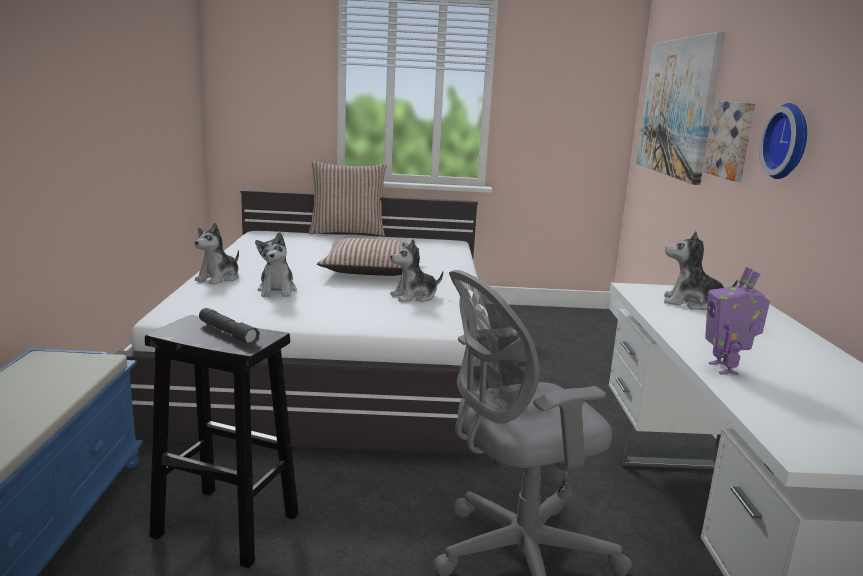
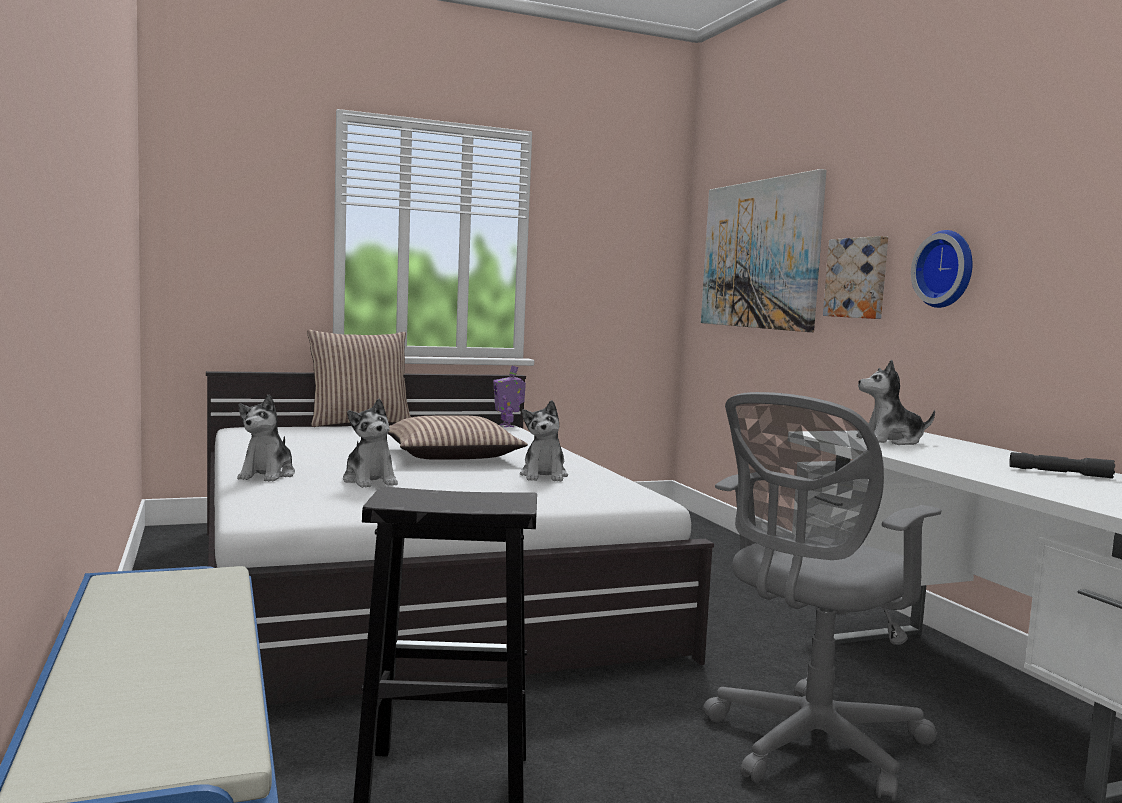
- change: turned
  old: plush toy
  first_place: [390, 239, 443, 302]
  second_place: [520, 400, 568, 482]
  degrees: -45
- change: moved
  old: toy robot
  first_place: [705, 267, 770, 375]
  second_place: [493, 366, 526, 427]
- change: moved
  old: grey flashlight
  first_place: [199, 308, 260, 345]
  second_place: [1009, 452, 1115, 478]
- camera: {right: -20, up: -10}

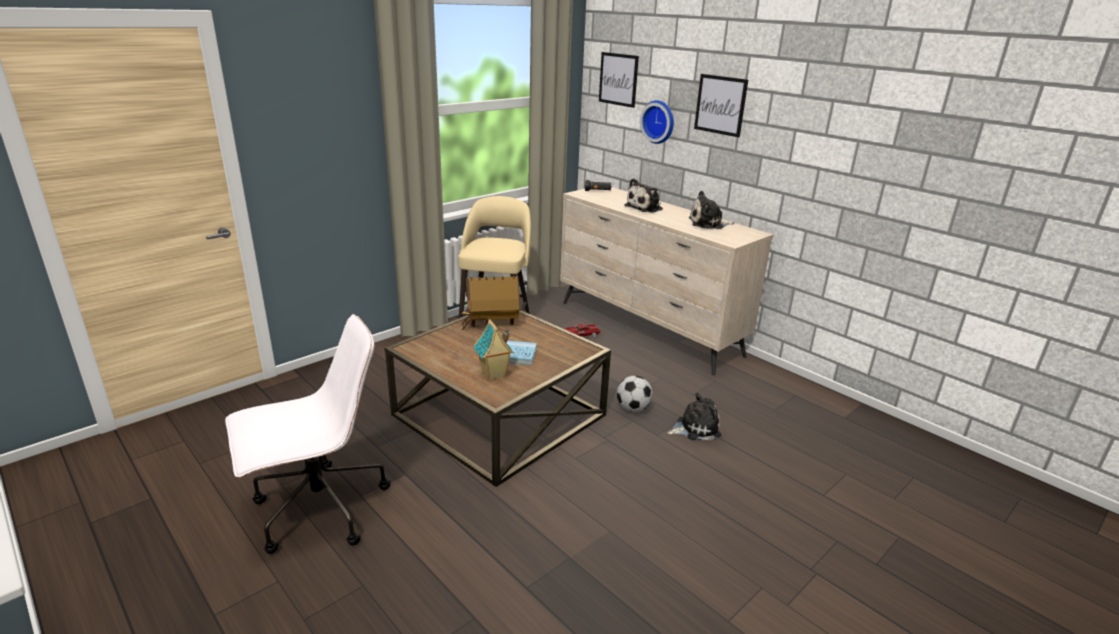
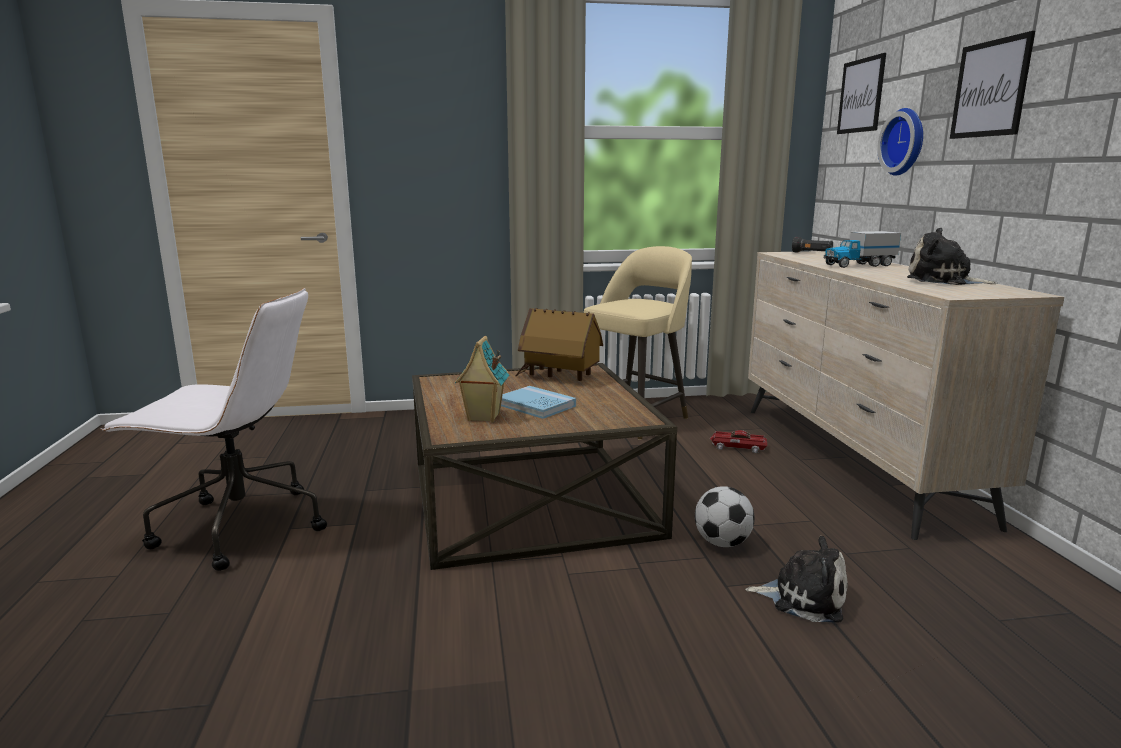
- change: replaced
  old: plush toy
  new: toy truck
  first_place: [624, 178, 663, 213]
  second_place: [824, 231, 901, 268]
- camera: {right: 35, up: -10}

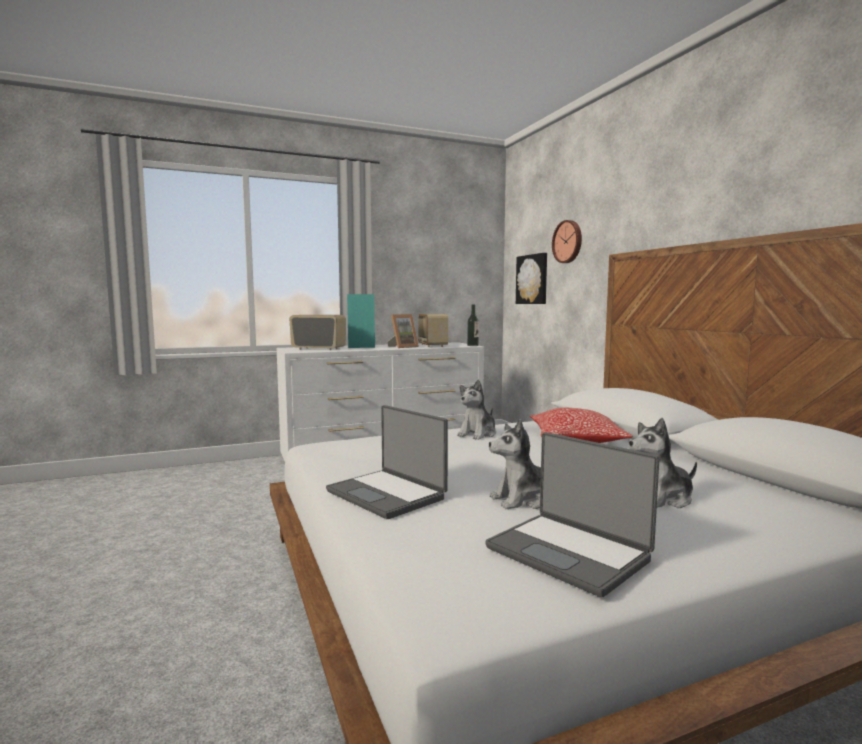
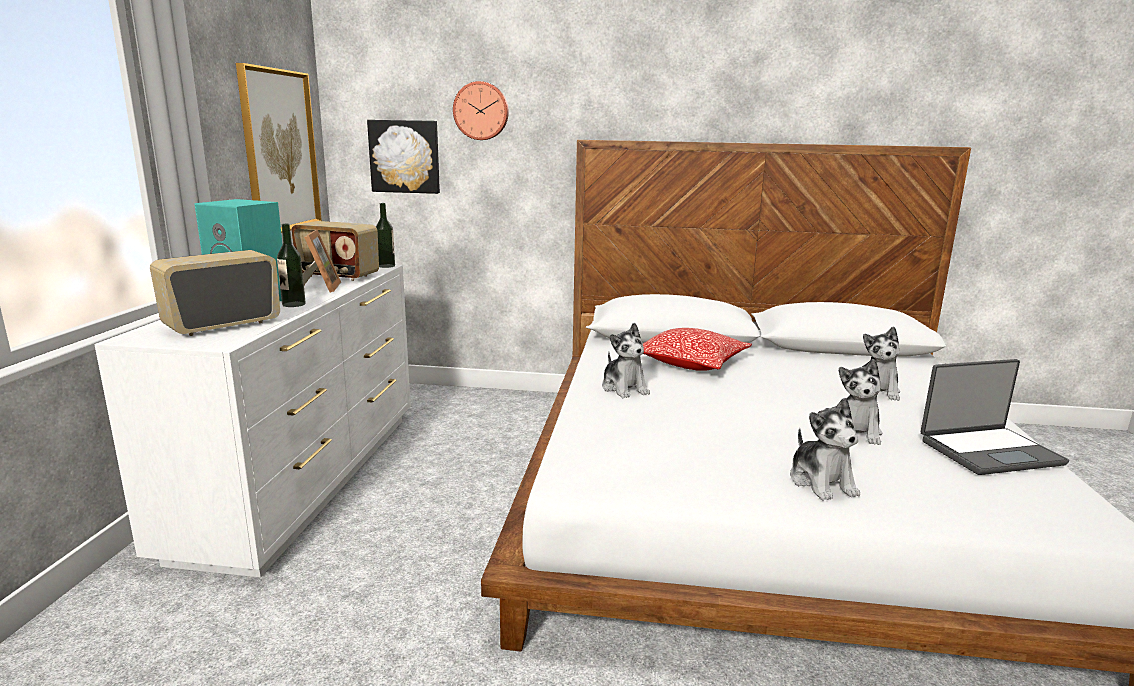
- change: replaced
  old: laptop
  new: plush toy
  first_place: [326, 405, 448, 519]
  second_place: [790, 398, 860, 500]
- change: added
  new: picture
  second_place: [236, 63, 322, 233]
- change: added
  new: bottle
  second_place: [277, 224, 306, 307]
- camera: {right: -60, up: 10}

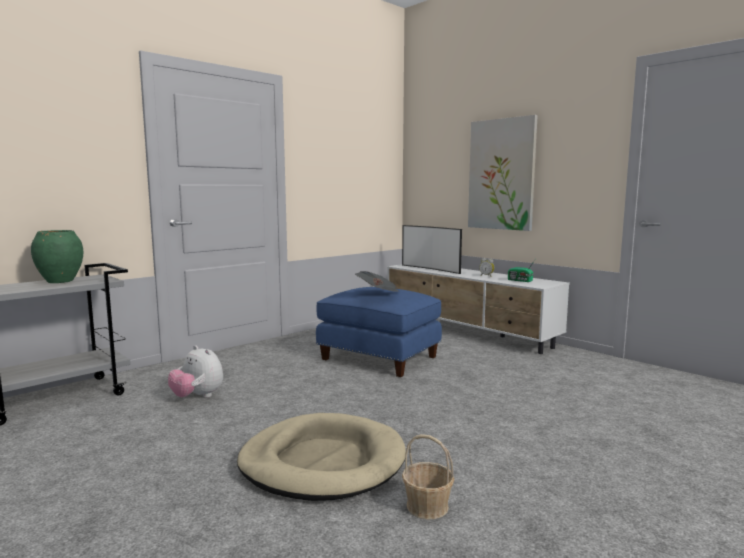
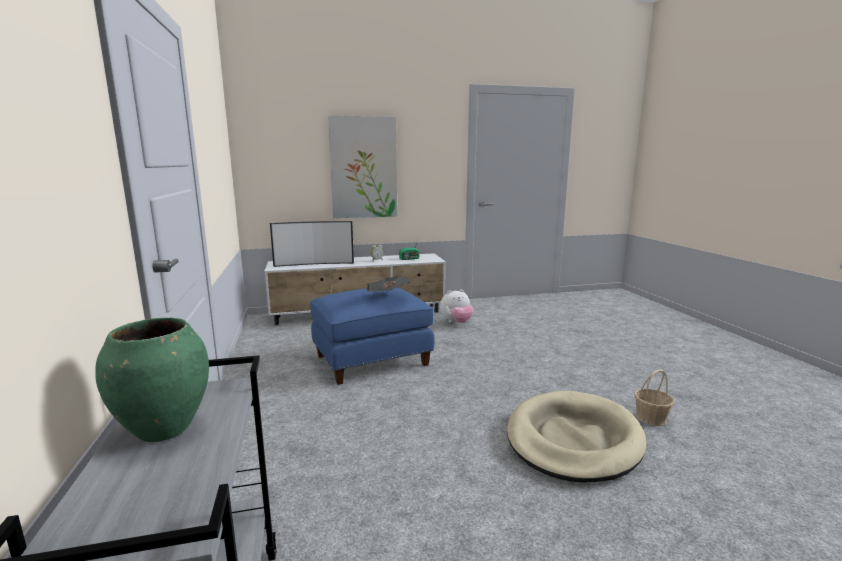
- change: moved
  old: plush toy
  first_place: [168, 345, 223, 398]
  second_place: [440, 289, 473, 323]
- camera: {right: -60, up: 5}

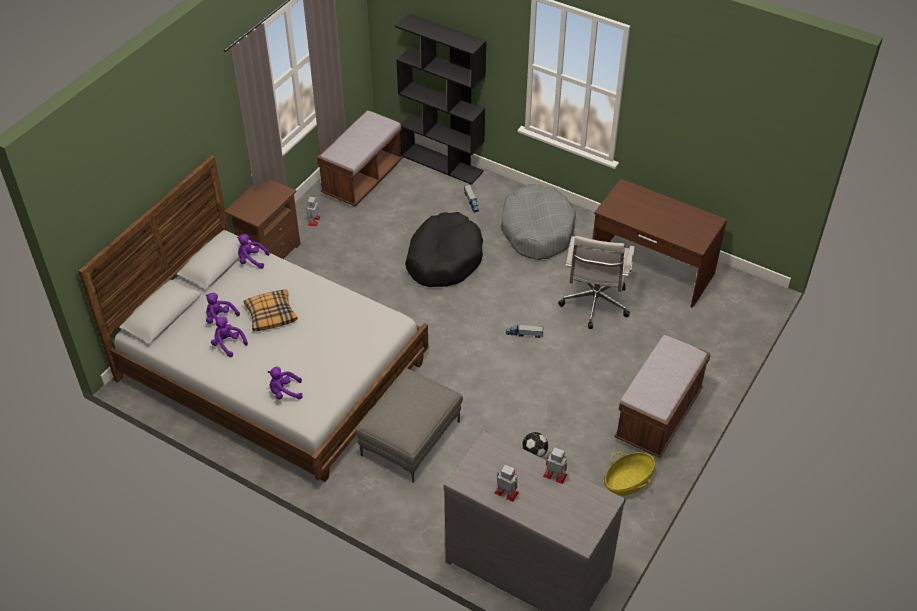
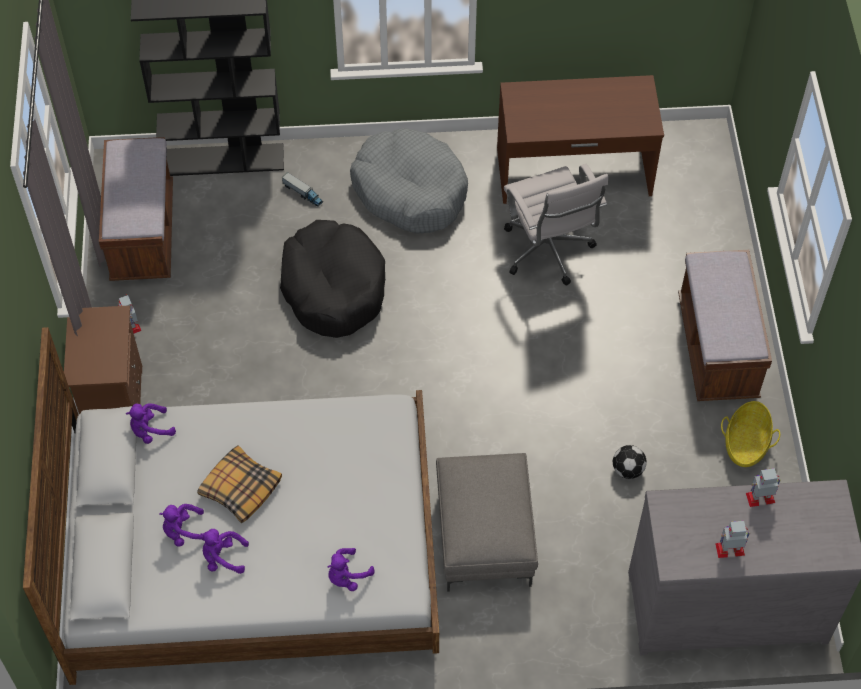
- change: removed
  old: toy truck
  first_place: [506, 325, 544, 338]
- camera: {right: -35, up: 10}

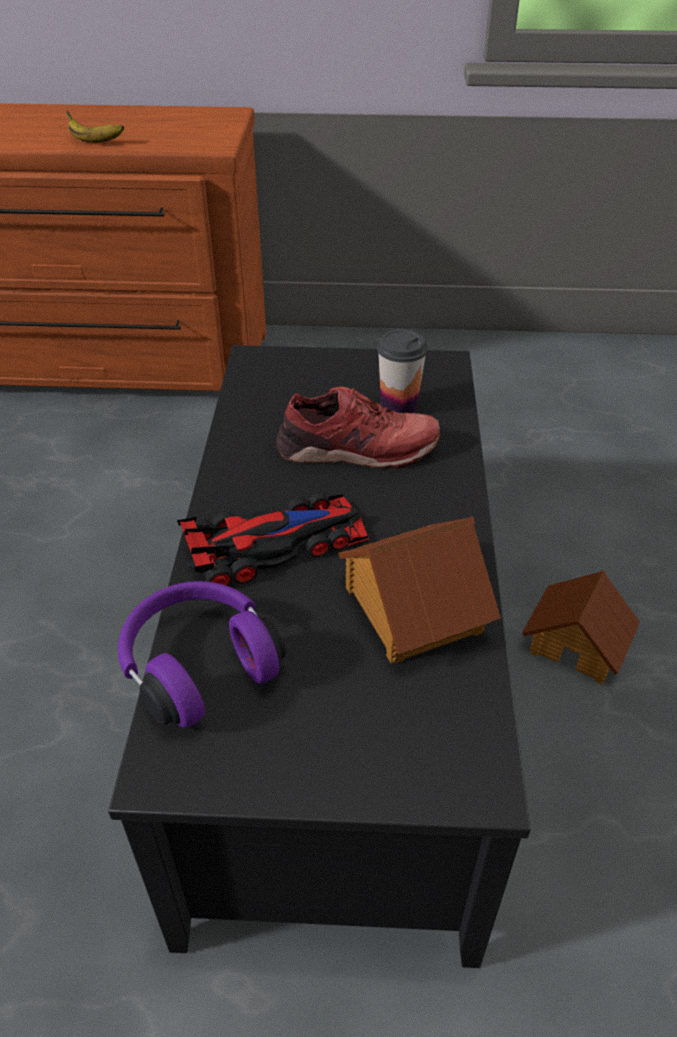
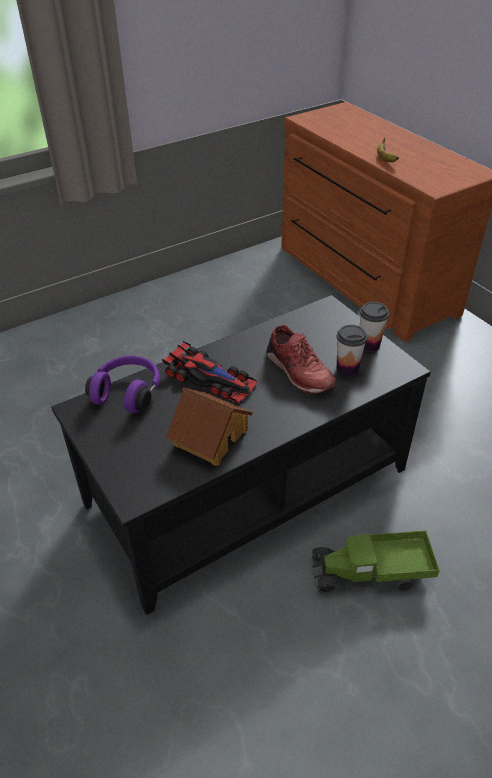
- change: replaced
  old: toy house
  new: toy truck
  first_place: [522, 570, 640, 684]
  second_place: [310, 530, 440, 593]
- change: added
  new: cup
  second_place: [360, 302, 389, 352]
- camera: {right: 55, up: 0}

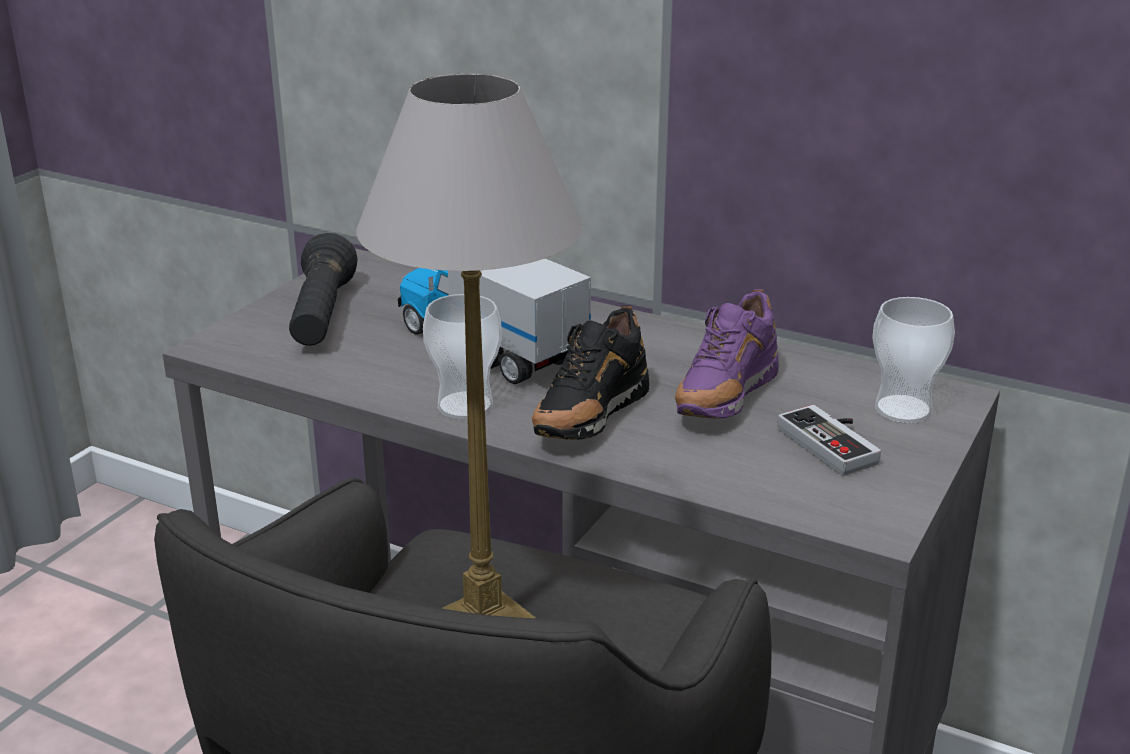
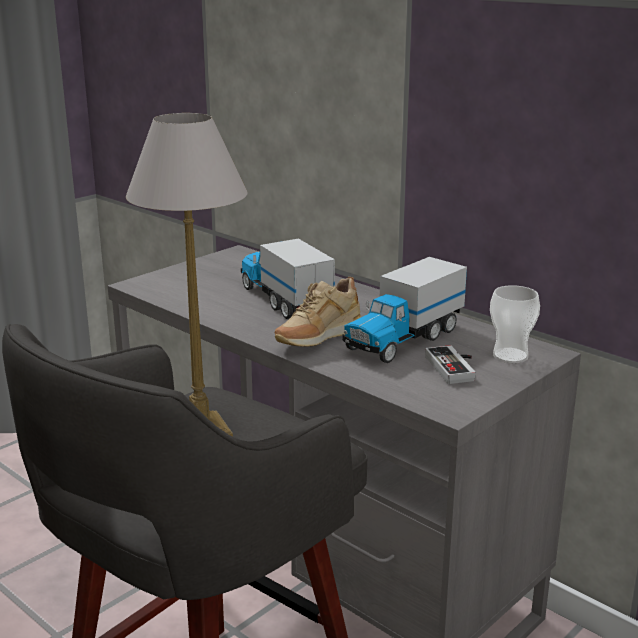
- change: removed
  old: black flashlight
  first_place: [289, 233, 358, 346]
- change: replaced
  old: purple shoe
  new: toy truck
  first_place: [675, 289, 779, 419]
  second_place: [342, 257, 467, 363]
- change: removed
  old: cup
  first_place: [423, 294, 502, 419]
- change: recoloured
  old: black shoe
  new: beige shoe
  first_place: [532, 305, 649, 440]
  second_place: [275, 277, 361, 347]
- camera: {right: 15, up: -5}

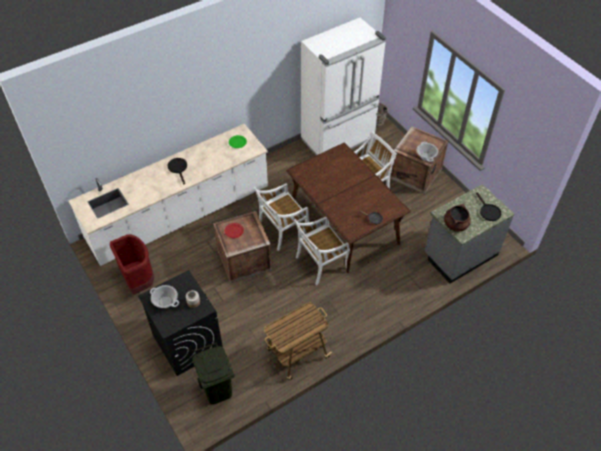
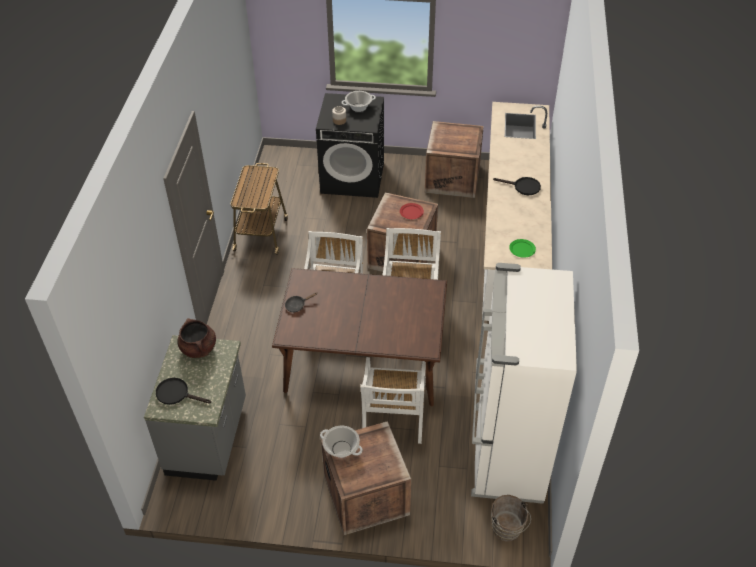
- change: replaced
  old: red trash can
  new: crate
  first_place: [110, 234, 154, 294]
  second_place: [425, 121, 484, 198]
- change: removed
  old: green trash can
  first_place: [192, 342, 235, 405]
- camera: {right: 130, up: -5}

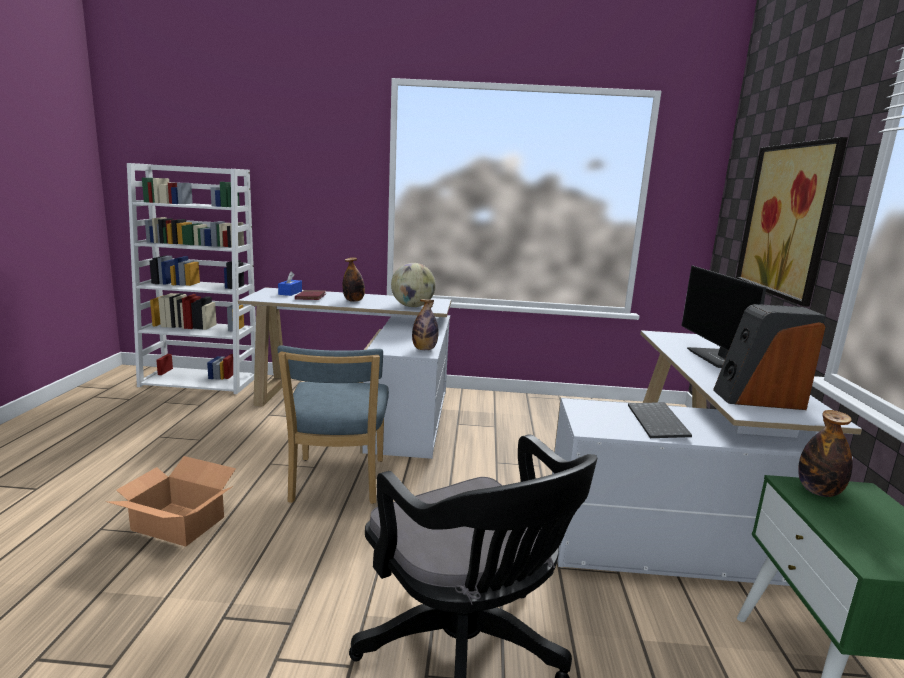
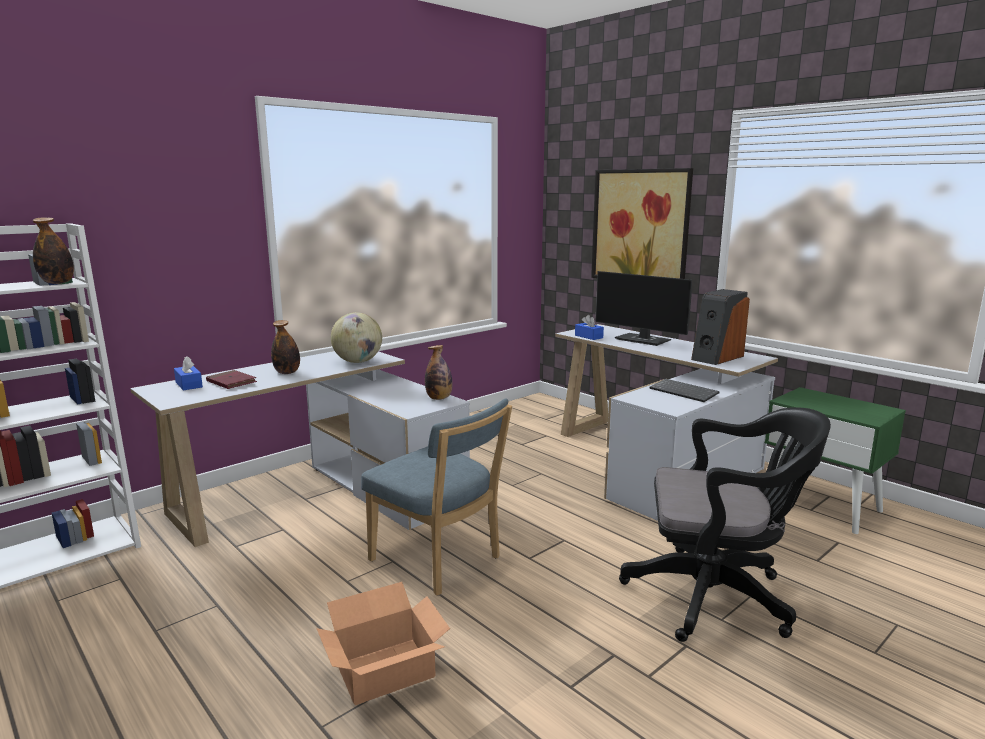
- change: moved
  old: bottle
  first_place: [798, 410, 853, 497]
  second_place: [33, 217, 74, 284]
- change: added
  new: blue tissue box
  second_place: [575, 315, 604, 340]
- camera: {right: -45, up: 0}

